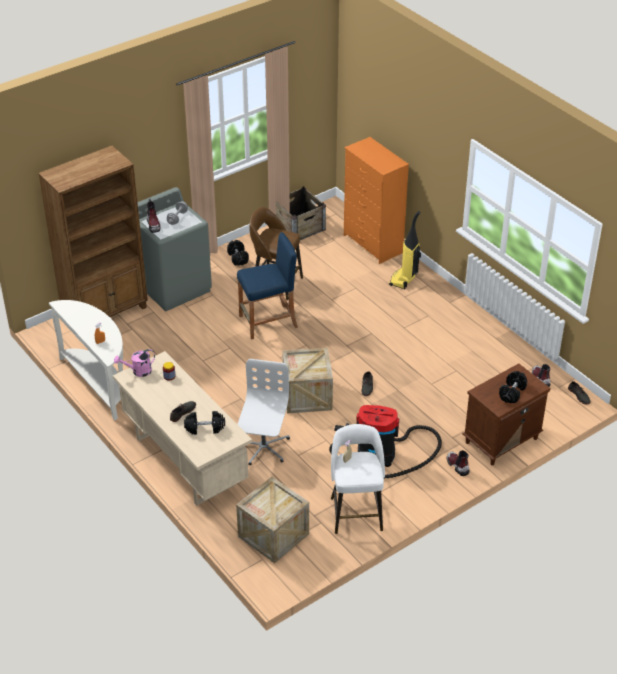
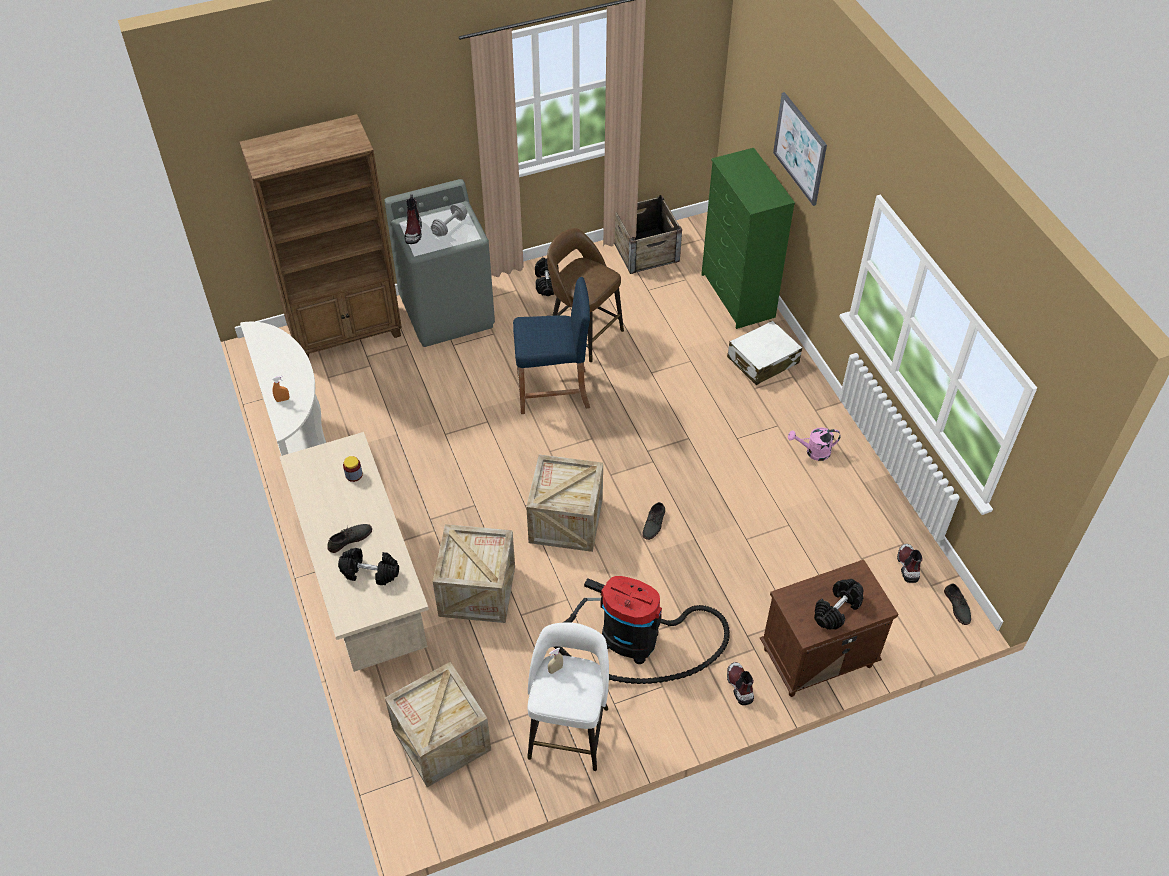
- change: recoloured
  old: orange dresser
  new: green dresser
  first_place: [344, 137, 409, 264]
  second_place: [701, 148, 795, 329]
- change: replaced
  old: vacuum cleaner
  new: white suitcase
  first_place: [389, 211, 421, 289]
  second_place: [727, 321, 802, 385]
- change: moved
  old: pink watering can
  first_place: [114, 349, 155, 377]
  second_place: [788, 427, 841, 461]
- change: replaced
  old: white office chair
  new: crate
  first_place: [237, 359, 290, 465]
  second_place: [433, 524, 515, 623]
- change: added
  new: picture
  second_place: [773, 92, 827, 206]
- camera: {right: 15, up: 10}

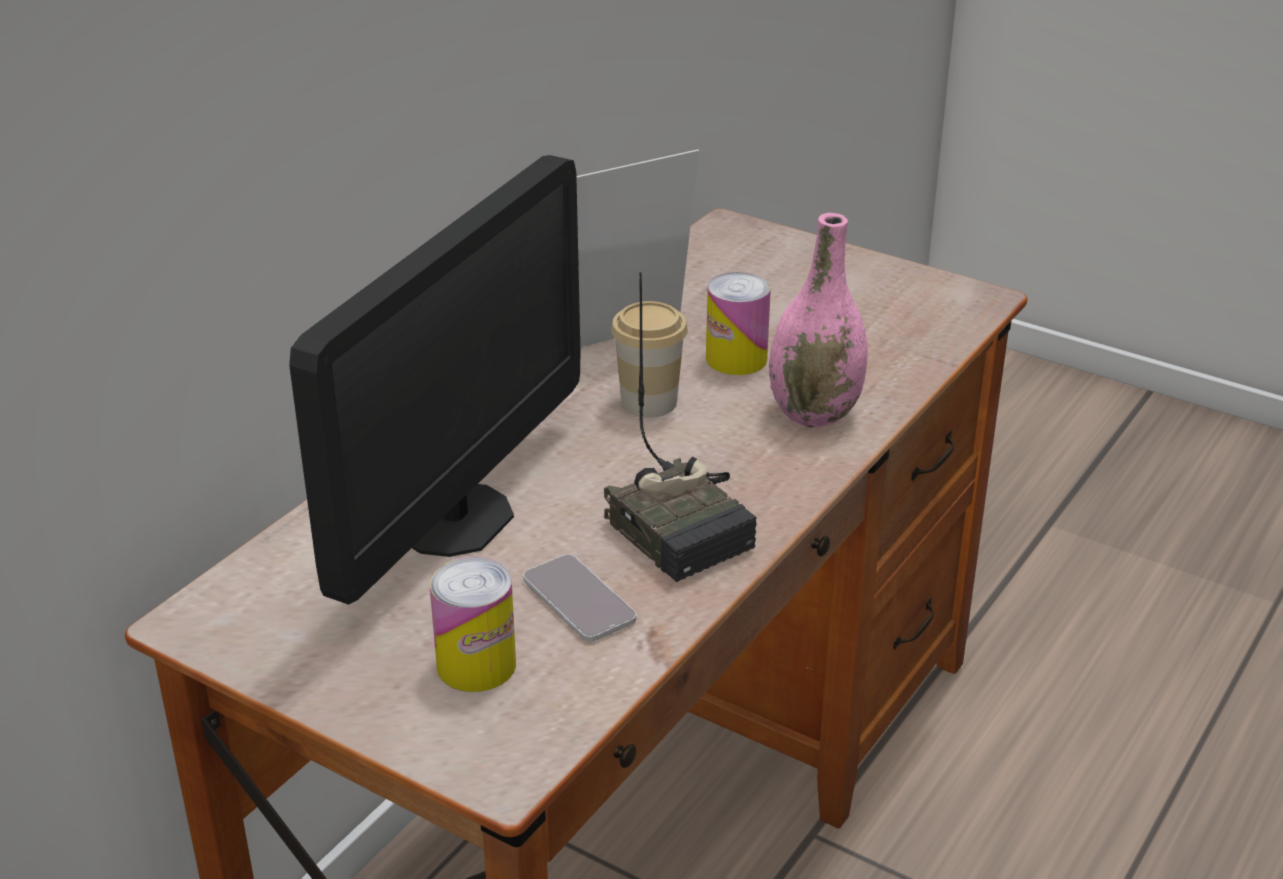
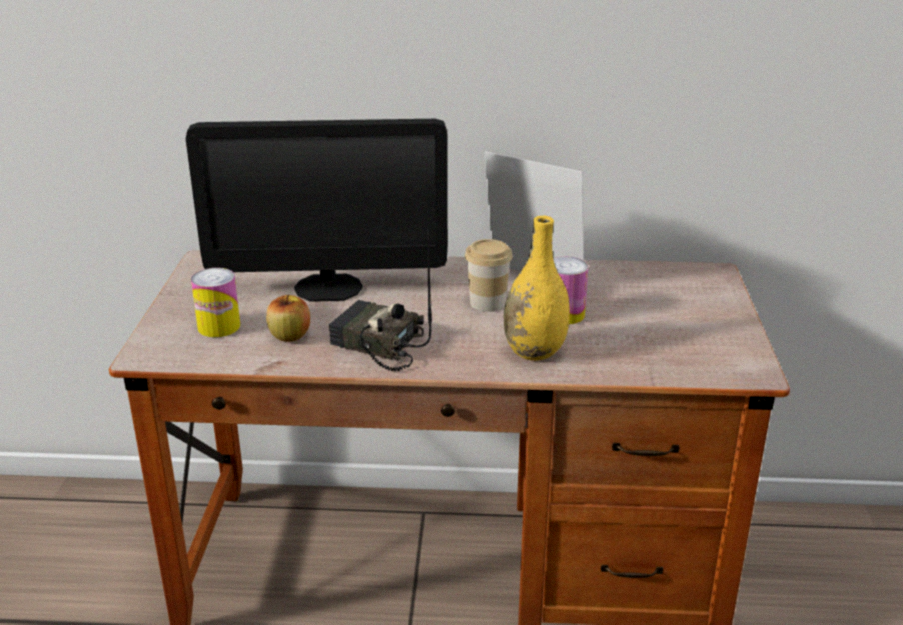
- change: recoloured
  old: pink vase
  new: yellow vase
  first_place: [769, 213, 868, 427]
  second_place: [504, 215, 570, 361]
- change: turned
  old: radio
  first_place: [604, 272, 757, 582]
  second_place: [329, 229, 432, 371]
  degrees: 90
- change: replaced
  old: phone
  new: apple
  first_place: [523, 554, 636, 642]
  second_place: [266, 294, 310, 342]
- camera: {right: 60, up: -5}

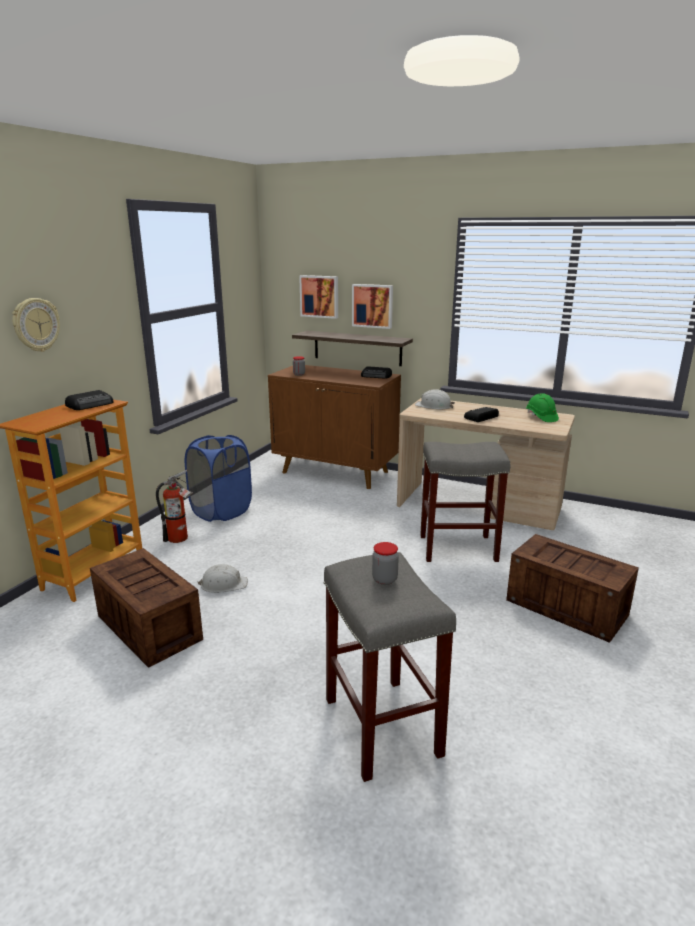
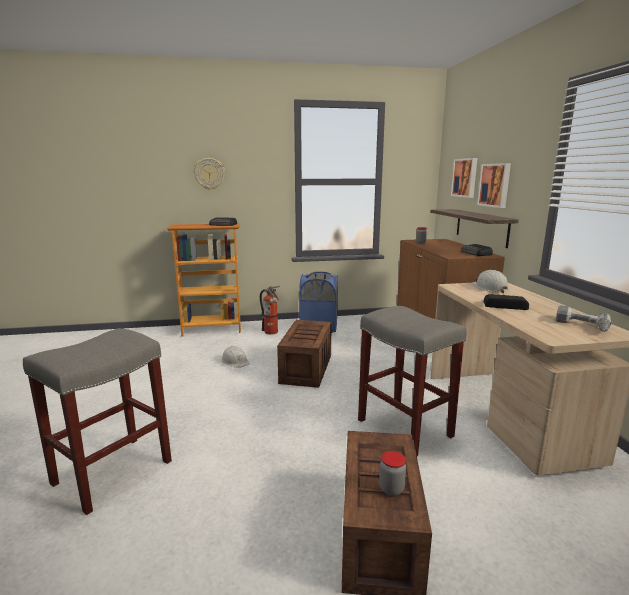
- change: replaced
  old: green hard hat
  new: power drill
  first_place: [526, 393, 559, 422]
  second_place: [556, 305, 611, 332]
- change: moved
  old: jar
  first_place: [372, 542, 399, 585]
  second_place: [379, 451, 406, 496]
- change: moved
  old: crate
  first_place: [90, 548, 203, 668]
  second_place: [277, 320, 332, 388]
- camera: {right: 55, up: -5}

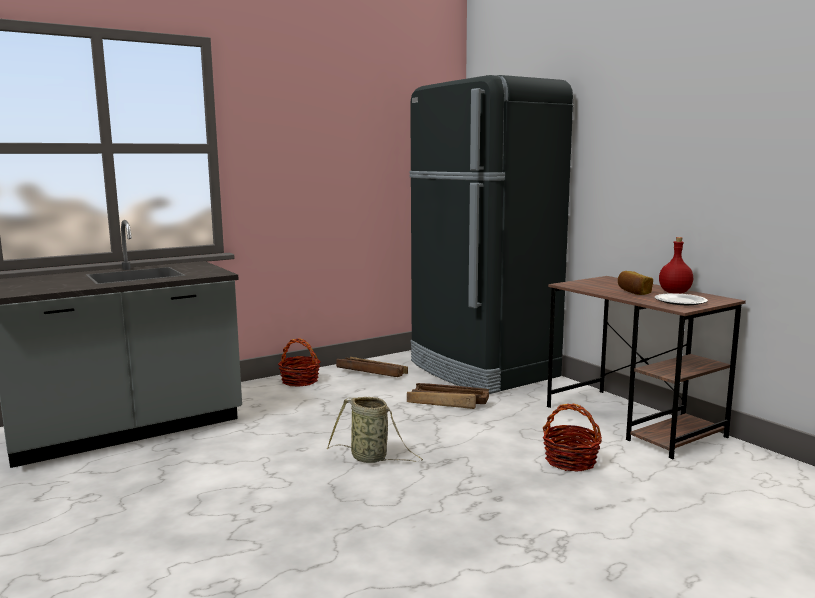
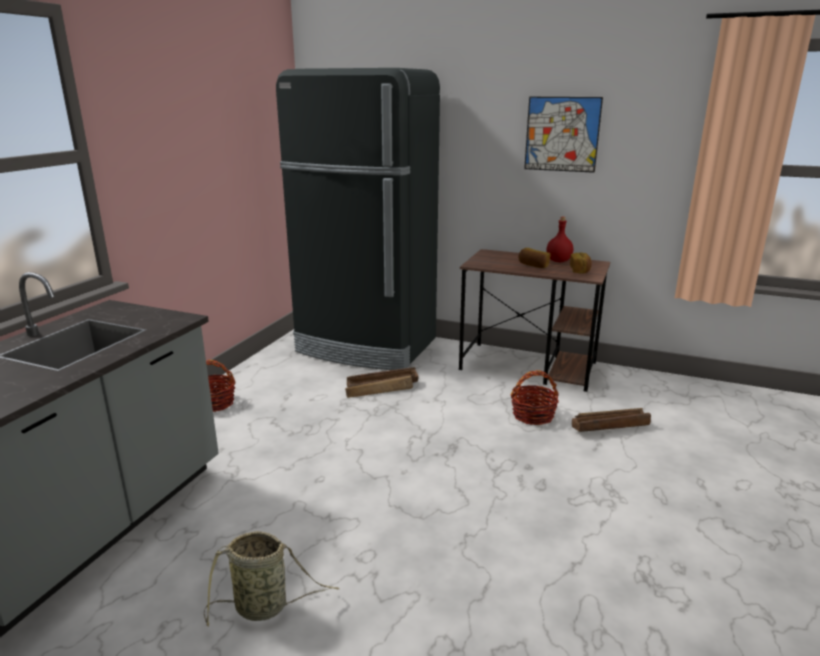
- change: replaced
  old: plate
  new: bread
  first_place: [655, 293, 708, 305]
  second_place: [570, 253, 591, 273]
- change: moved
  old: crate
  first_place: [336, 357, 408, 377]
  second_place: [572, 408, 651, 432]
- change: moved
  old: basket
  first_place: [327, 397, 423, 463]
  second_place: [204, 531, 339, 627]
- change: added
  new: picture
  second_place: [524, 97, 603, 173]
- camera: {right: -35, up: 10}

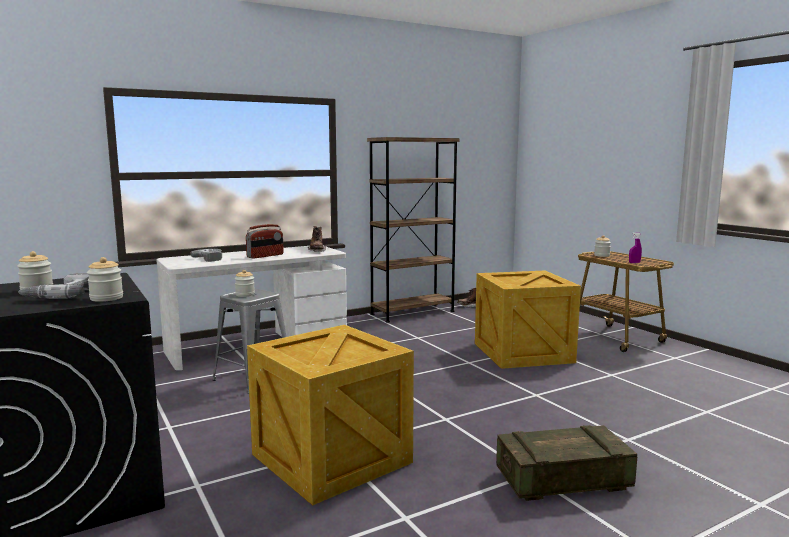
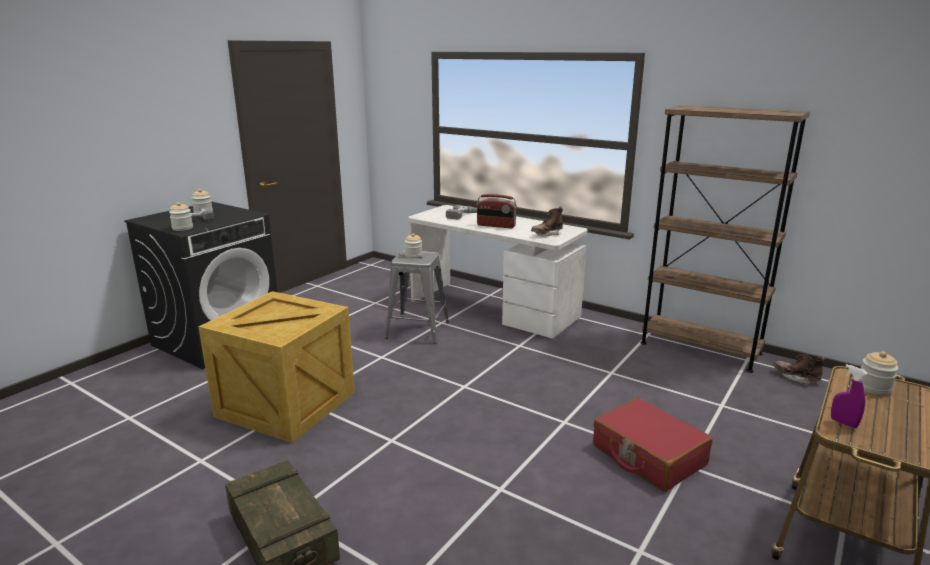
- change: replaced
  old: crate
  new: red suitcase
  first_place: [475, 270, 581, 369]
  second_place: [593, 398, 712, 492]
- camera: {right: 65, up: 10}

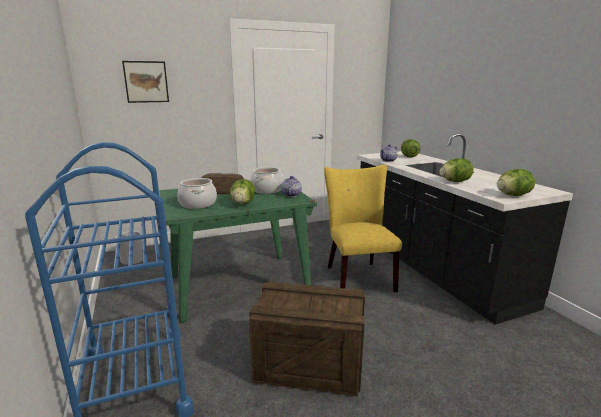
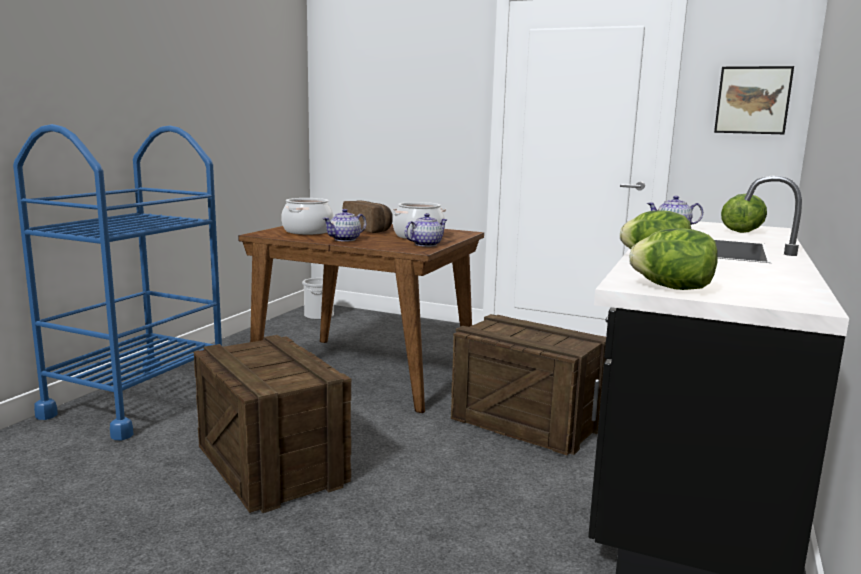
- change: moved
  old: picture
  first_place: [122, 61, 169, 103]
  second_place: [714, 66, 794, 134]
- change: replaced
  old: yellow chair
  new: crate
  first_place: [324, 165, 402, 292]
  second_place: [451, 314, 606, 455]
- change: replaced
  old: lettuce
  new: teapot
  first_place: [229, 179, 255, 205]
  second_place: [322, 209, 366, 242]
- change: recoloured
  old: green dining table
  new: brown dining table
  first_place: [159, 180, 317, 323]
  second_place: [238, 224, 484, 413]
- camera: {right: 45, up: -5}

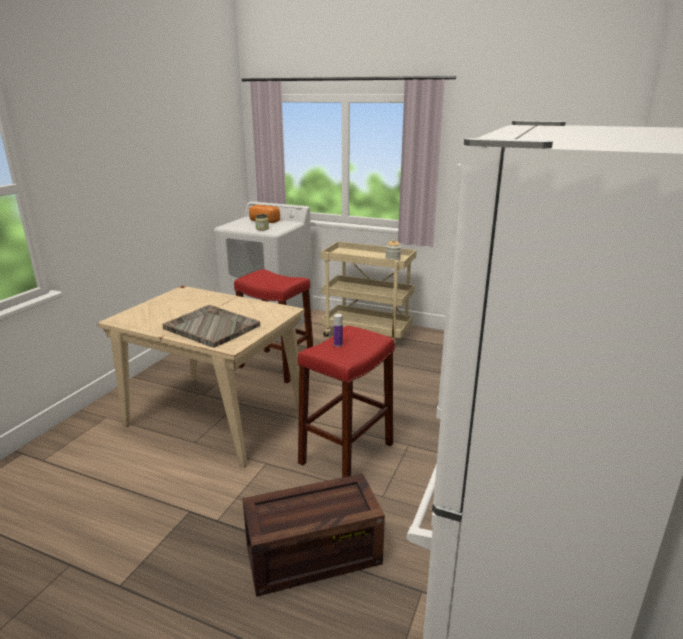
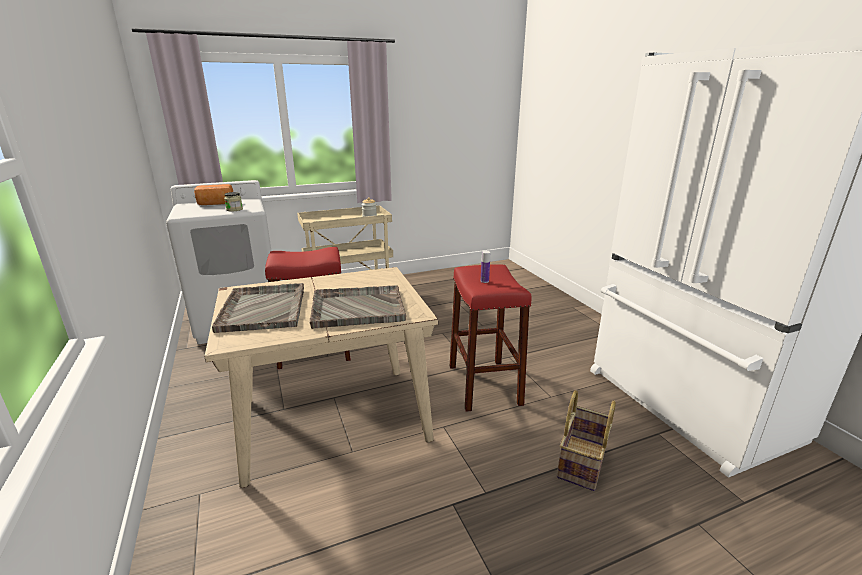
- change: replaced
  old: crate
  new: basket
  first_place: [243, 474, 385, 597]
  second_place: [557, 390, 616, 491]
- change: added
  new: grey tray
  second_place: [212, 283, 304, 333]
- camera: {right: -45, up: 0}

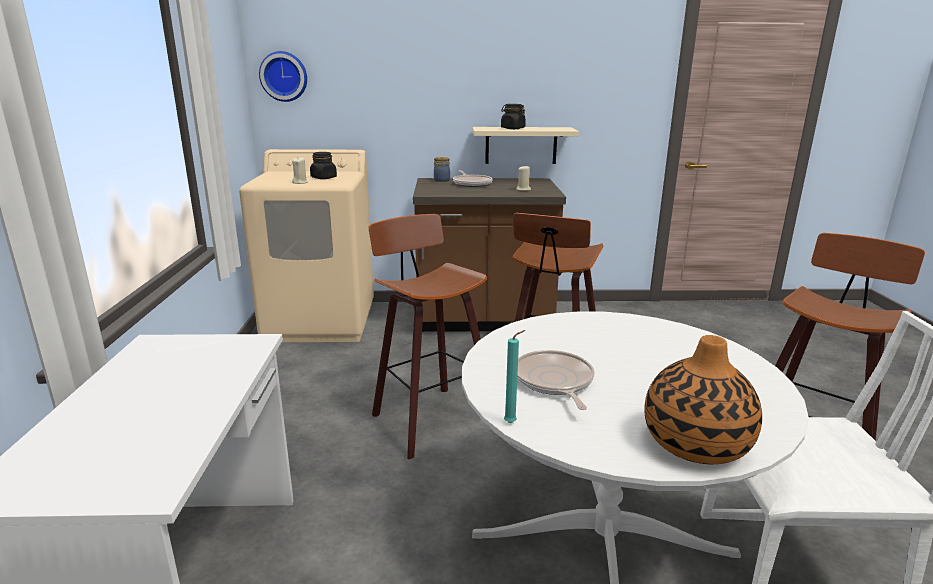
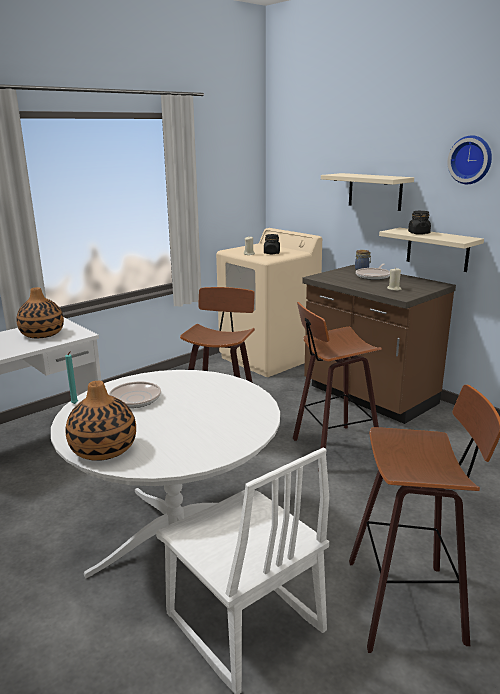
- change: moved
  old: wall clock
  first_place: [259, 51, 307, 102]
  second_place: [448, 135, 492, 184]
- change: added
  new: beige shelf
  second_place: [321, 173, 414, 211]
- change: added
  new: vase
  second_place: [16, 287, 64, 338]
- camera: {right: 50, up: 0}

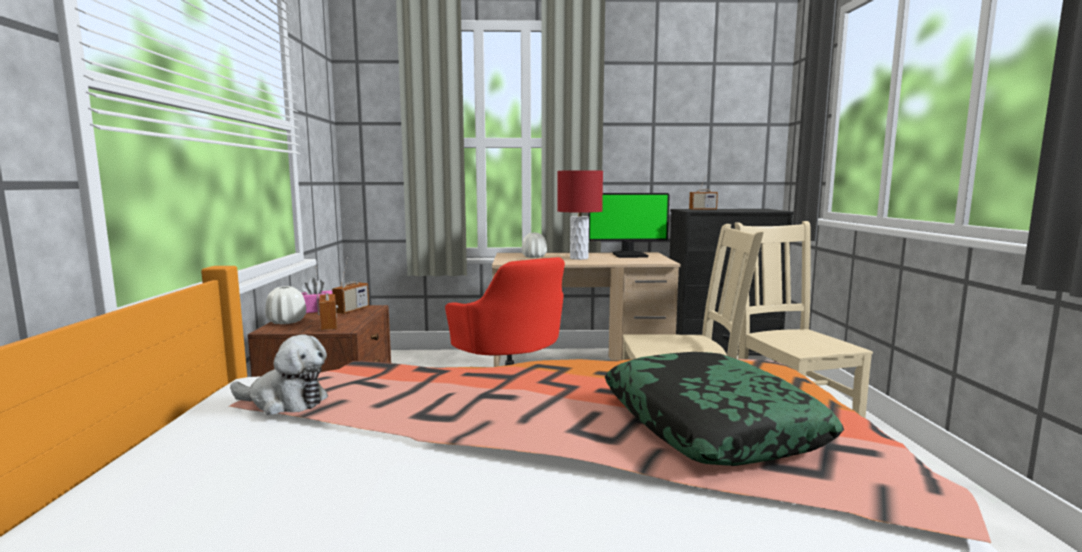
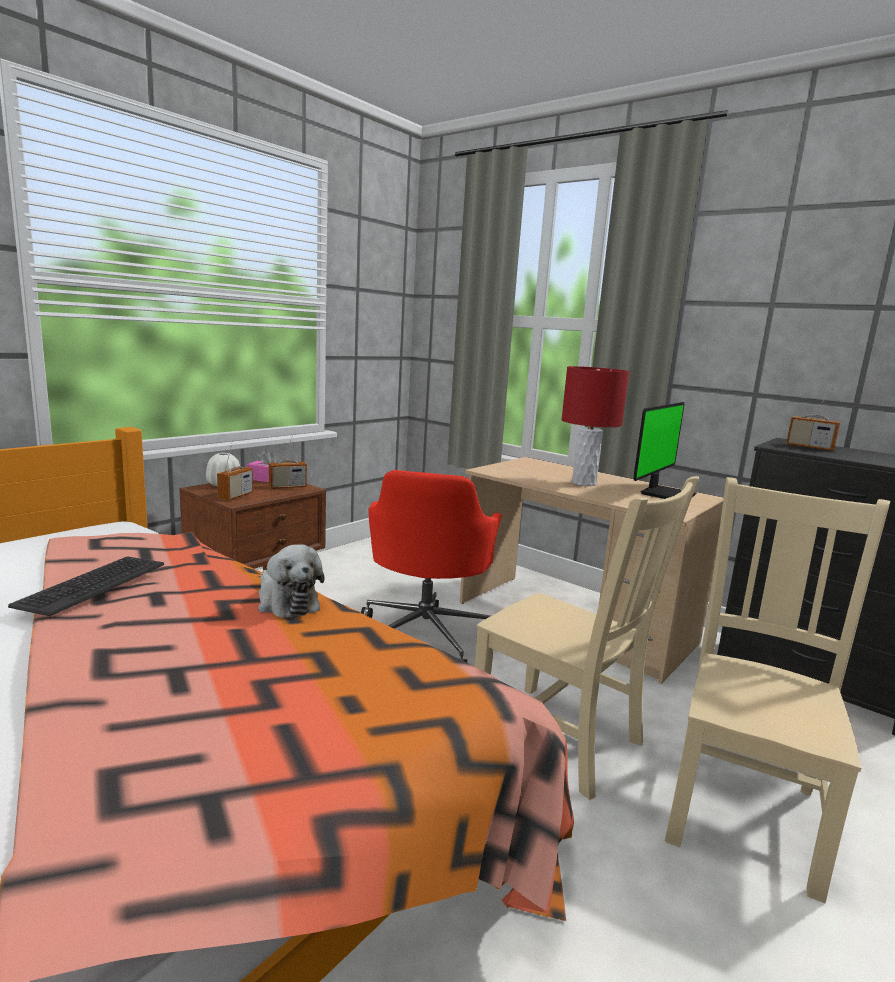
- change: turned
  old: monitor
  first_place: [588, 193, 670, 258]
  second_place: [633, 402, 697, 499]
  degrees: -90
- change: removed
  old: white vase
  first_place: [522, 233, 547, 258]
- change: moved
  old: plush toy
  first_place: [230, 334, 328, 415]
  second_place: [258, 544, 324, 618]
- change: removed
  old: pillow
  first_place: [605, 352, 844, 466]
- change: added
  new: keyboard
  second_place: [8, 556, 164, 616]
- camera: {right: 40, up: 5}

